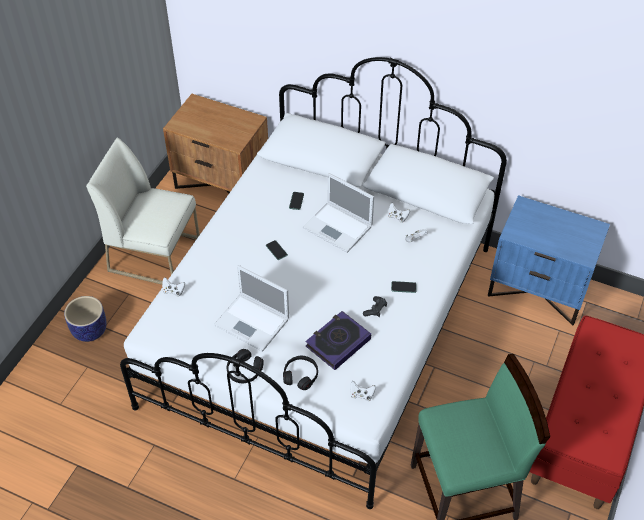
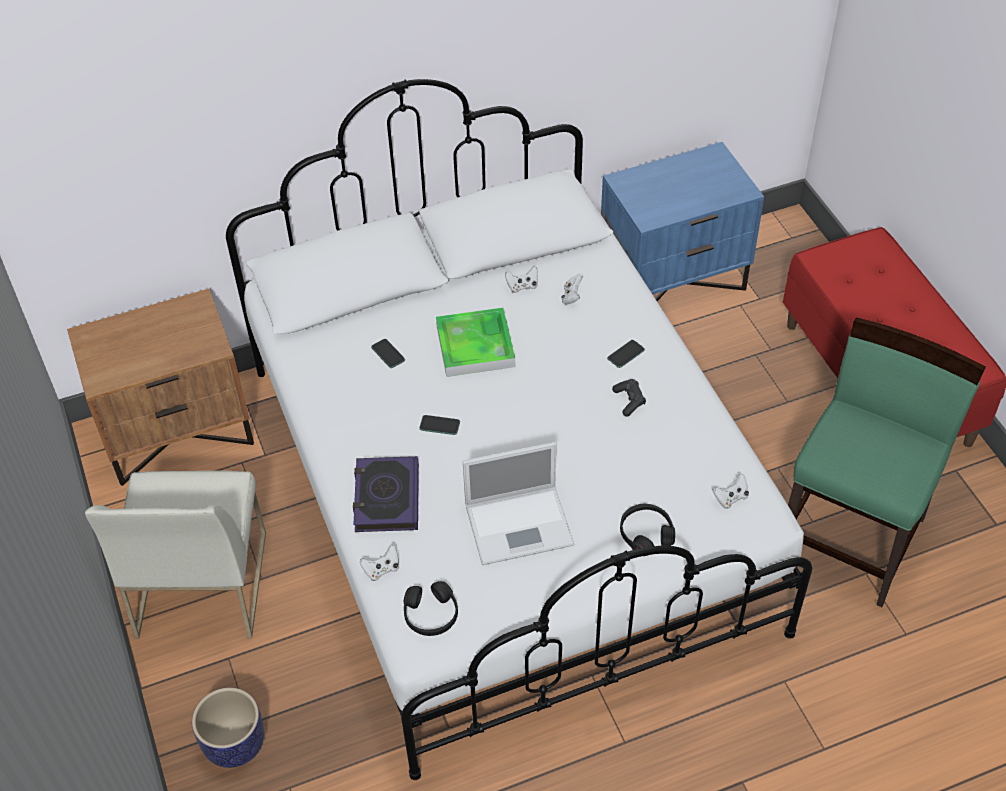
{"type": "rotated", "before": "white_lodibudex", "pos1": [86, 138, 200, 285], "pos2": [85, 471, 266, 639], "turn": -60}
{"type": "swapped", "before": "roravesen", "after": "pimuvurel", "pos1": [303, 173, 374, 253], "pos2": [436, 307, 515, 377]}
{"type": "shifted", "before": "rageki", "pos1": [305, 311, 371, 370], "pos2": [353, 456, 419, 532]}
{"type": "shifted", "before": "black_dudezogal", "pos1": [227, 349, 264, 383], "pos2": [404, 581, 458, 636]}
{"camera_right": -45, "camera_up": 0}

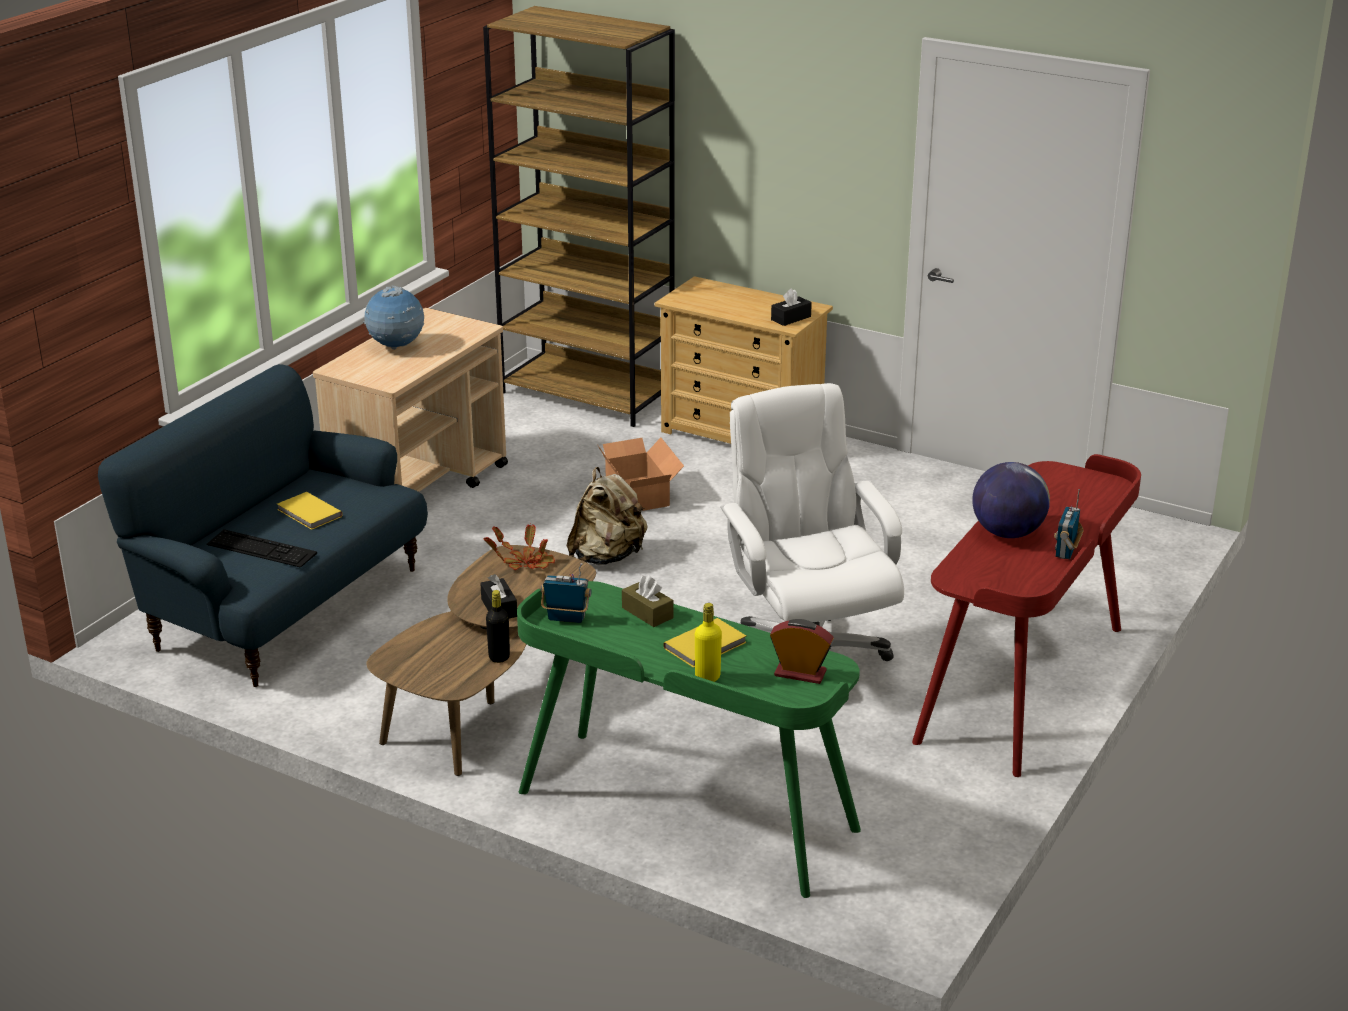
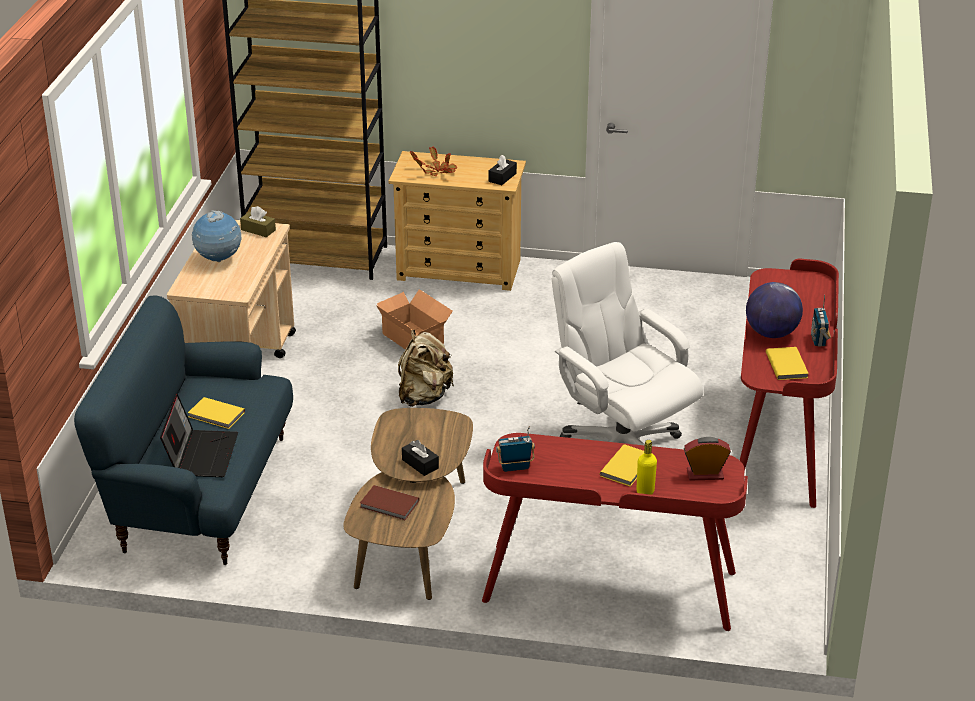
{"type": "shifted", "before": "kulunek", "pos1": [484, 523, 555, 570], "pos2": [410, 146, 457, 176]}
{"type": "swapped", "before": "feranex", "after": "roravesen", "pos1": [207, 529, 317, 568], "pos2": [160, 394, 238, 477]}
{"type": "shifted", "before": "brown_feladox", "pos1": [622, 576, 673, 627], "pos2": [240, 206, 276, 237]}
{"type": "repainted", "before": "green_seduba", "after": "red_seduba", "pos1": [517, 581, 861, 898], "pos2": [482, 433, 748, 631]}
{"type": "gone", "before": "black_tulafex", "pos1": [486, 590, 510, 663]}
{"type": "new", "after": "yellow_rageki", "pos2": [766, 347, 809, 380]}
{"type": "new", "after": "brown_rageki", "pos2": [360, 485, 419, 520]}
{"camera_right": -20, "camera_up": 5}

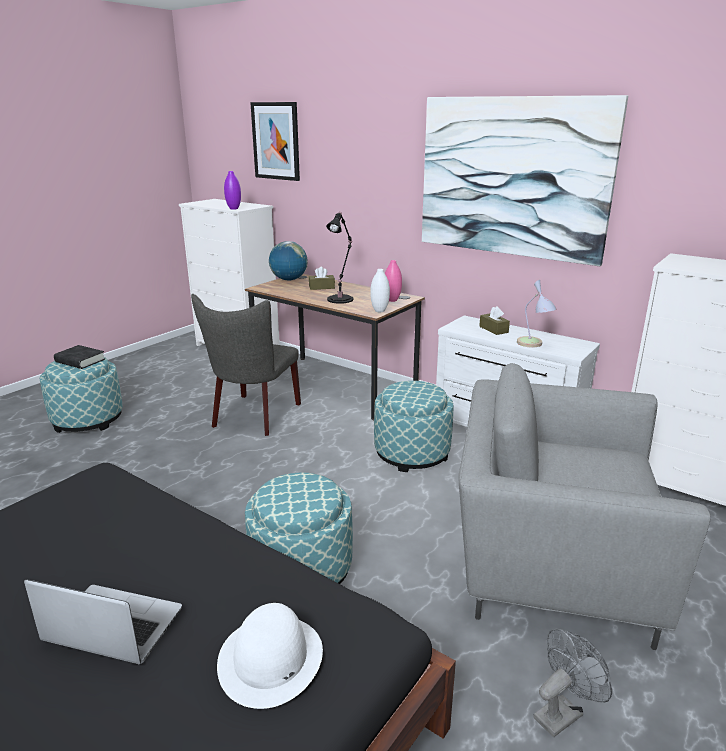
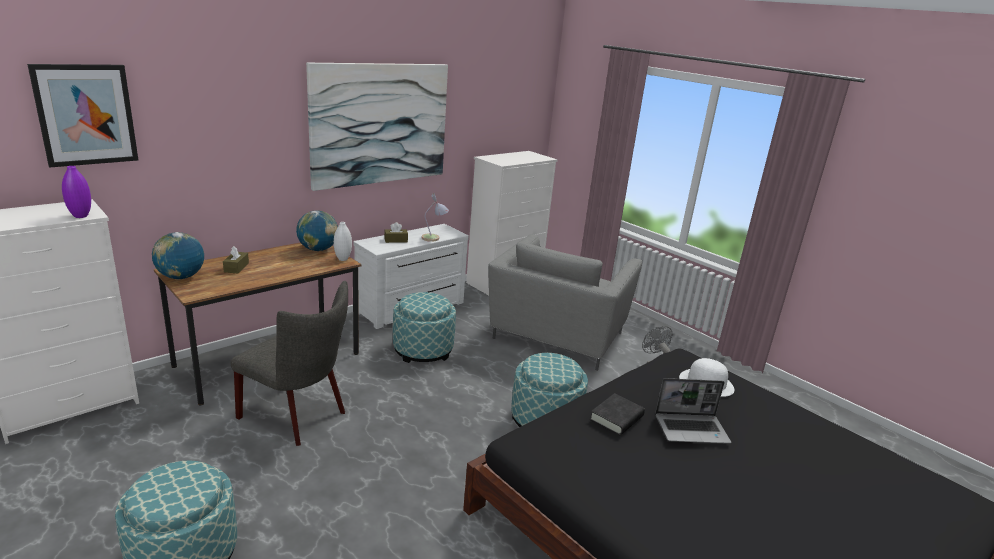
{"type": "gone", "before": "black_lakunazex", "pos1": [326, 212, 353, 304]}
{"type": "swapped", "before": "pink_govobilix", "after": "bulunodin", "pos1": [385, 260, 402, 302], "pos2": [296, 211, 338, 251]}
{"type": "shifted", "before": "black_rageki", "pos1": [54, 345, 105, 369], "pos2": [590, 393, 645, 435]}
{"type": "rotated", "before": "roravesen", "pos1": [24, 579, 182, 664], "pos2": [655, 378, 731, 444], "turn": -120}
{"camera_right": -80, "camera_up": 0}

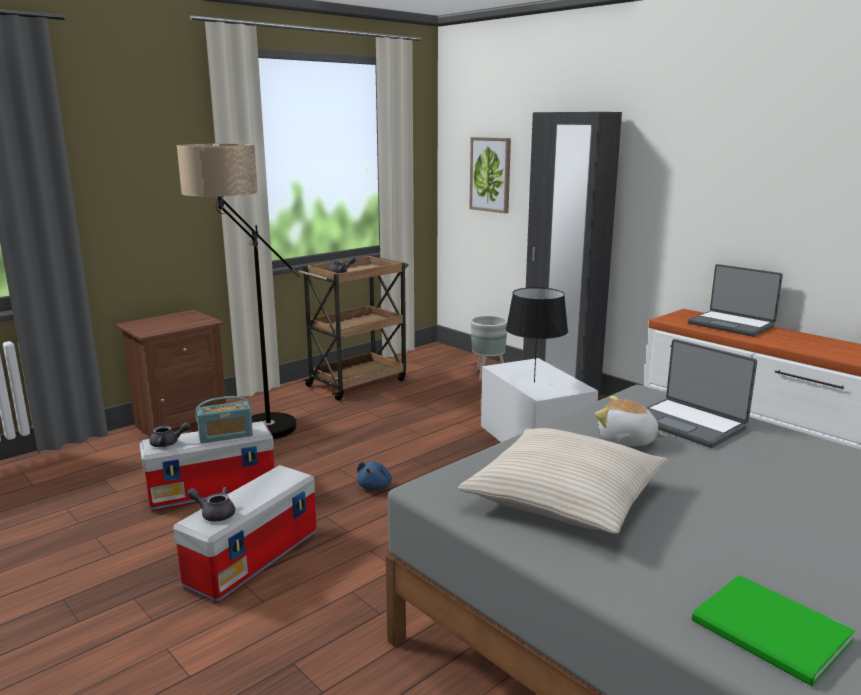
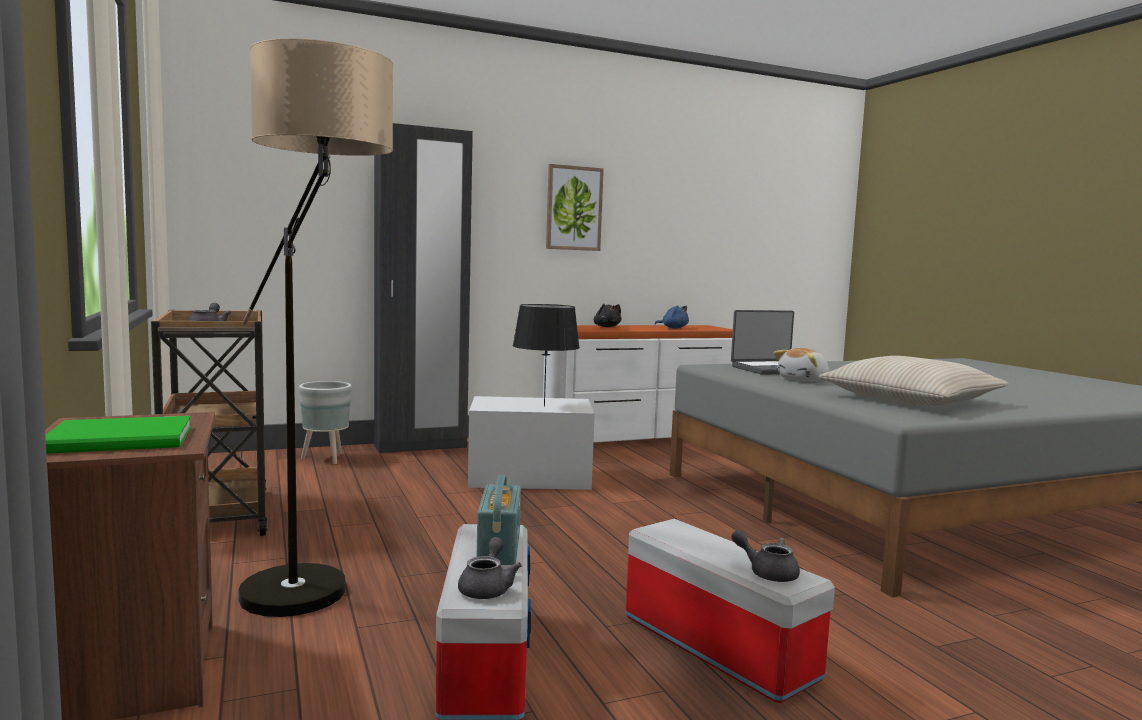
{"type": "shifted", "before": "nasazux", "pos1": [469, 137, 511, 214], "pos2": [546, 164, 604, 251]}
{"type": "swapped", "before": "roravesen", "after": "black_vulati", "pos1": [688, 264, 783, 337], "pos2": [594, 304, 621, 327]}
{"type": "shifted", "before": "blue_vulati", "pos1": [357, 461, 392, 490], "pos2": [655, 305, 689, 329]}
{"type": "rotated", "before": "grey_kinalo", "pos1": [187, 487, 235, 522], "pos2": [731, 530, 800, 582], "turn": 90}
{"type": "shifted", "before": "green_rageki", "pos1": [692, 575, 855, 686], "pos2": [45, 416, 191, 454]}
{"camera_right": -70, "camera_up": -10}

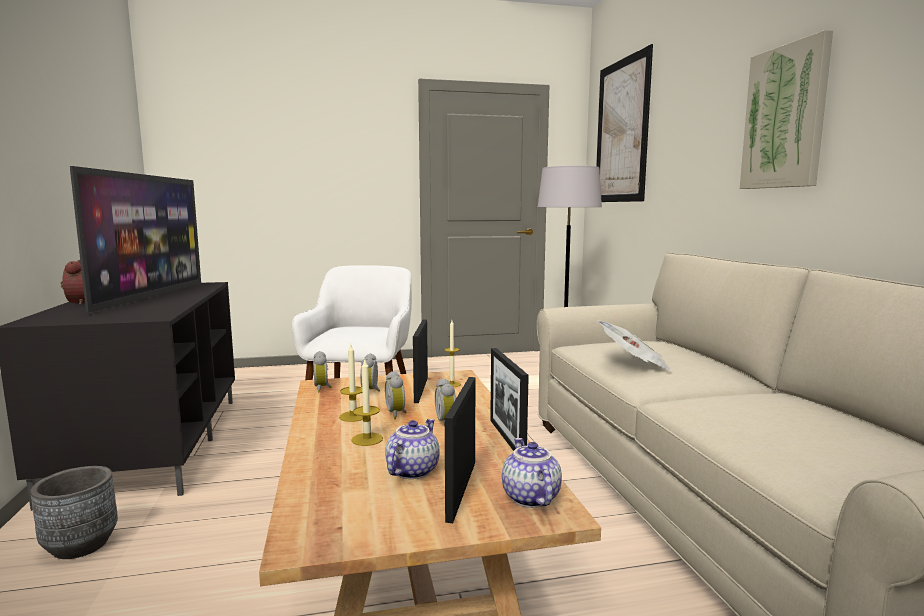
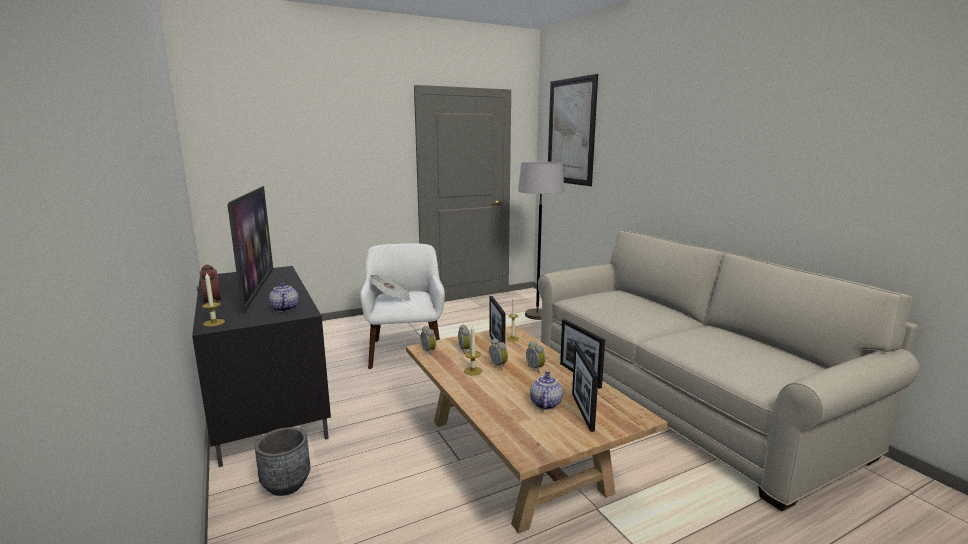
{"type": "gone", "before": "nasazux", "pos1": [740, 30, 833, 189]}
{"type": "shifted", "before": "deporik", "pos1": [597, 320, 672, 371], "pos2": [370, 275, 411, 301]}
{"type": "shifted", "before": "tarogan", "pos1": [351, 360, 383, 446], "pos2": [202, 272, 225, 327]}
{"type": "shifted", "before": "kinalo", "pos1": [502, 438, 562, 508], "pos2": [269, 283, 298, 312]}
{"camera_right": -15, "camera_up": 5}

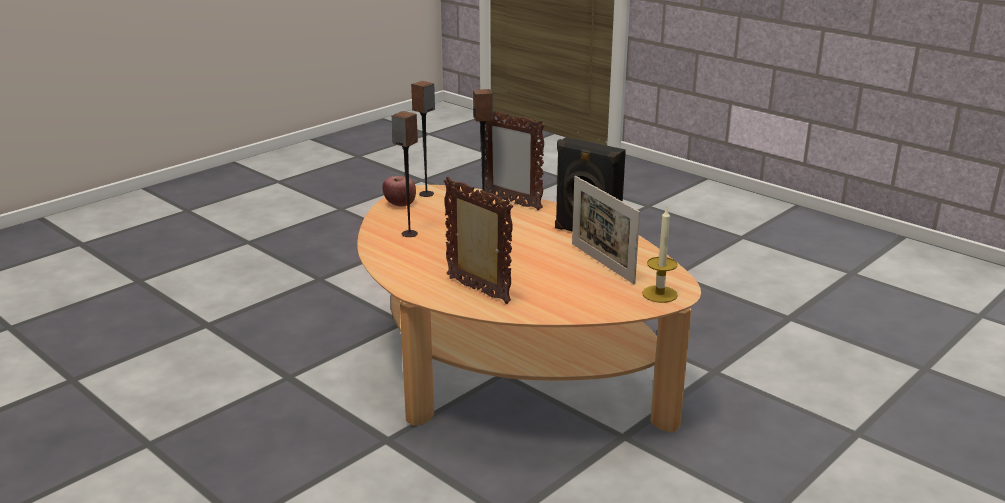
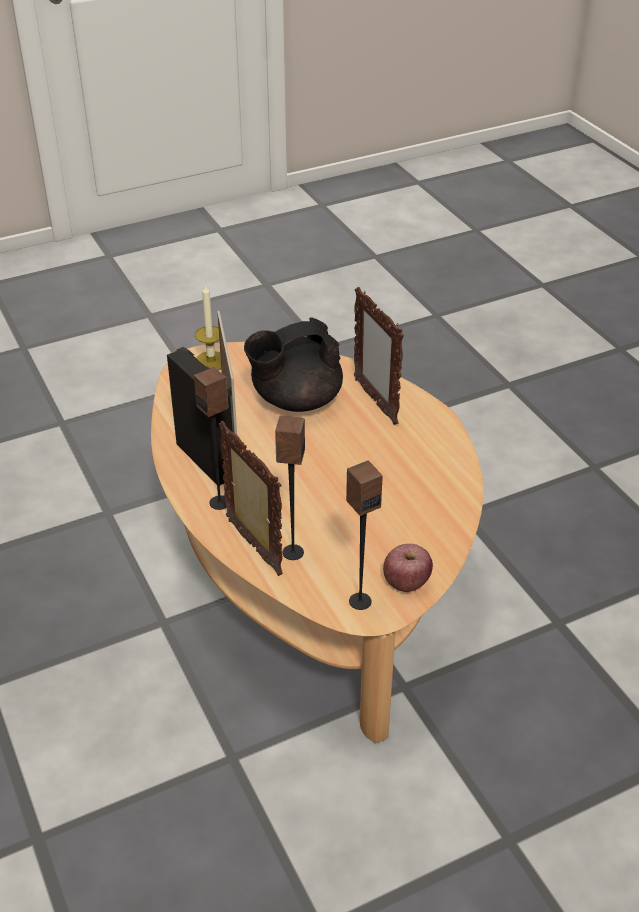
{"type": "shifted", "before": "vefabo", "pos1": [392, 111, 418, 237], "pos2": [194, 367, 229, 510]}
{"type": "new", "after": "black_kinalo", "pos2": [244, 317, 343, 412]}
{"camera_right": -160, "camera_up": 15}

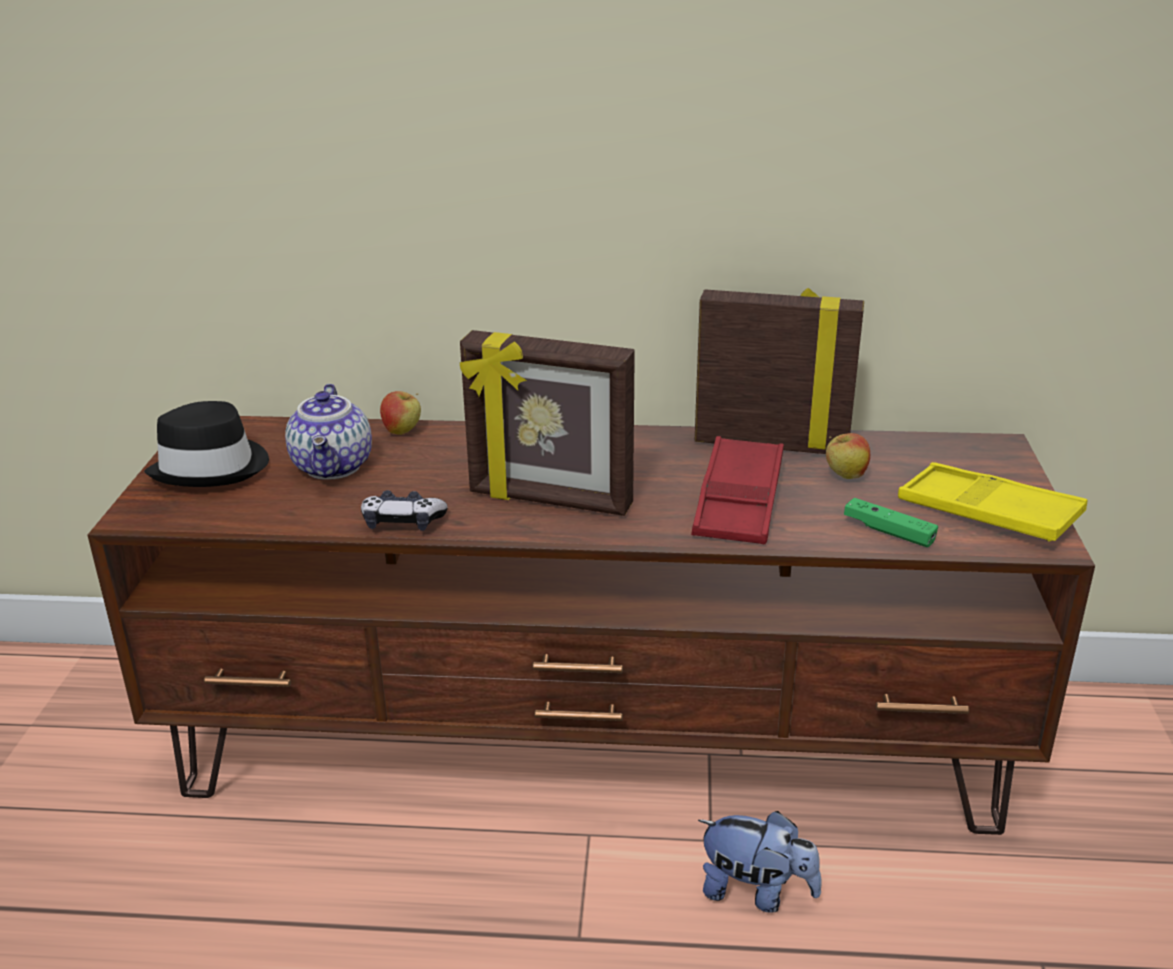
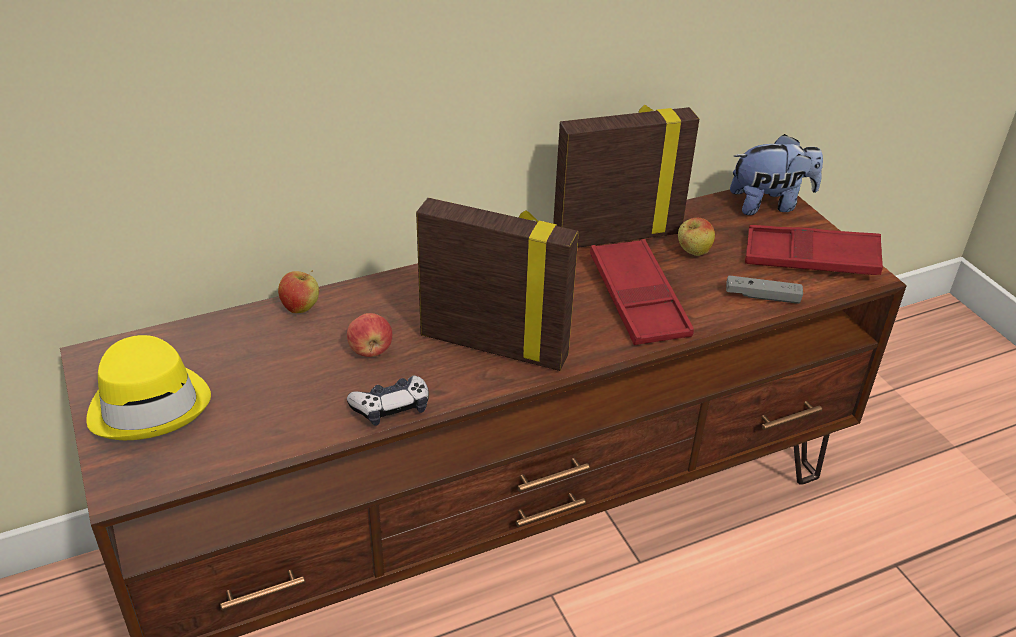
{"type": "rotated", "before": "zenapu", "pos1": [460, 330, 635, 516], "pos2": [416, 198, 579, 371], "turn": -150}
{"type": "gone", "before": "kinalo", "pos1": [285, 384, 372, 480]}
{"type": "repainted", "before": "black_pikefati", "after": "yellow_pikefati", "pos1": [144, 401, 269, 487], "pos2": [86, 335, 211, 440]}
{"type": "repainted", "before": "yellow_pimuvurel", "after": "red_pimuvurel", "pos1": [898, 462, 1087, 541], "pos2": [745, 225, 883, 275]}
{"type": "repainted", "before": "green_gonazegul", "after": "grey_gonazegul", "pos1": [844, 498, 938, 547], "pos2": [726, 275, 803, 304]}
{"type": "shifted", "before": "vulati", "pos1": [698, 811, 822, 913], "pos2": [730, 134, 823, 215]}
{"type": "new", "after": "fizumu", "pos2": [347, 313, 393, 357]}
{"camera_right": -30, "camera_up": 10}

